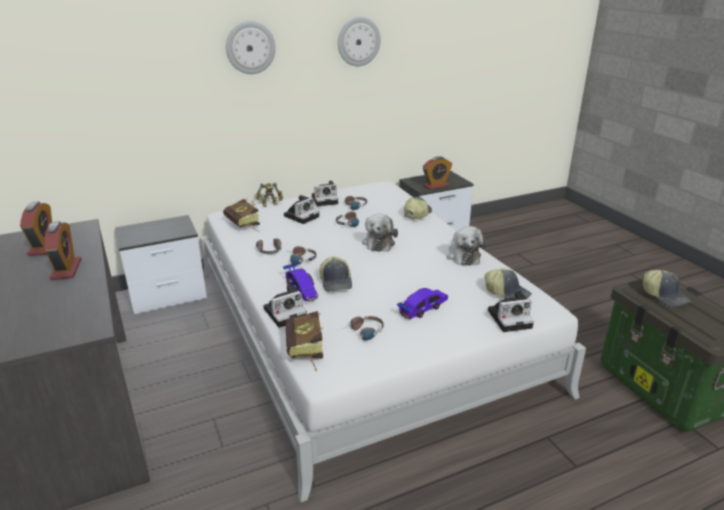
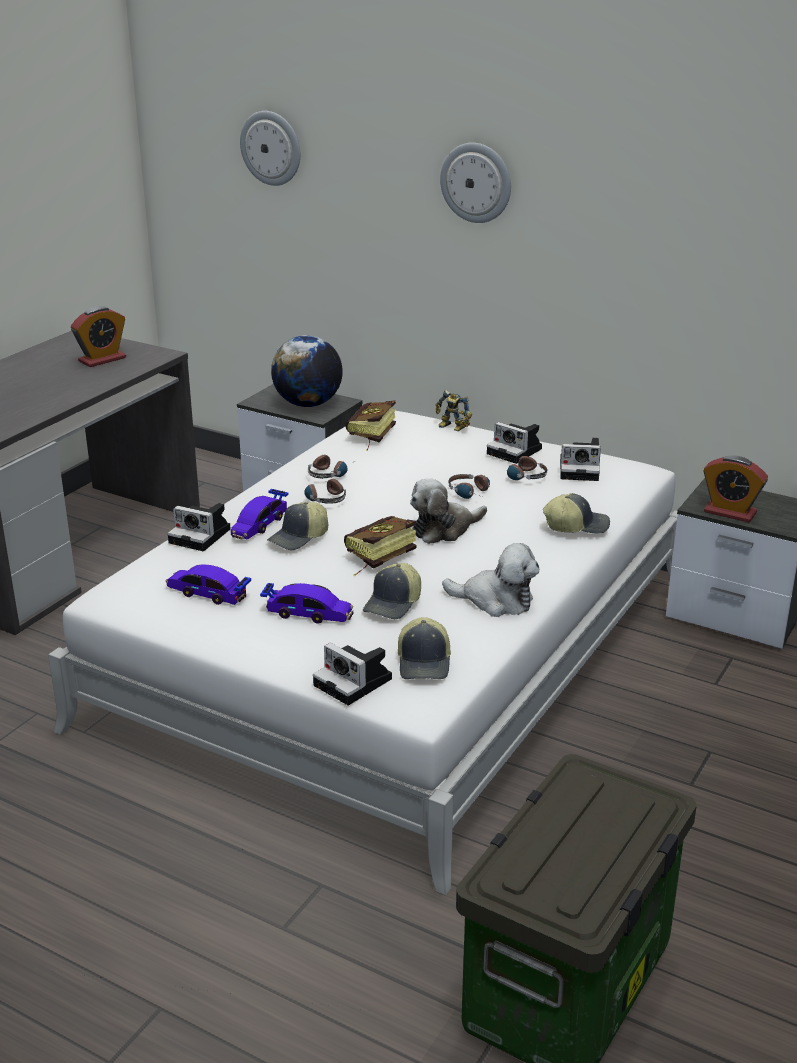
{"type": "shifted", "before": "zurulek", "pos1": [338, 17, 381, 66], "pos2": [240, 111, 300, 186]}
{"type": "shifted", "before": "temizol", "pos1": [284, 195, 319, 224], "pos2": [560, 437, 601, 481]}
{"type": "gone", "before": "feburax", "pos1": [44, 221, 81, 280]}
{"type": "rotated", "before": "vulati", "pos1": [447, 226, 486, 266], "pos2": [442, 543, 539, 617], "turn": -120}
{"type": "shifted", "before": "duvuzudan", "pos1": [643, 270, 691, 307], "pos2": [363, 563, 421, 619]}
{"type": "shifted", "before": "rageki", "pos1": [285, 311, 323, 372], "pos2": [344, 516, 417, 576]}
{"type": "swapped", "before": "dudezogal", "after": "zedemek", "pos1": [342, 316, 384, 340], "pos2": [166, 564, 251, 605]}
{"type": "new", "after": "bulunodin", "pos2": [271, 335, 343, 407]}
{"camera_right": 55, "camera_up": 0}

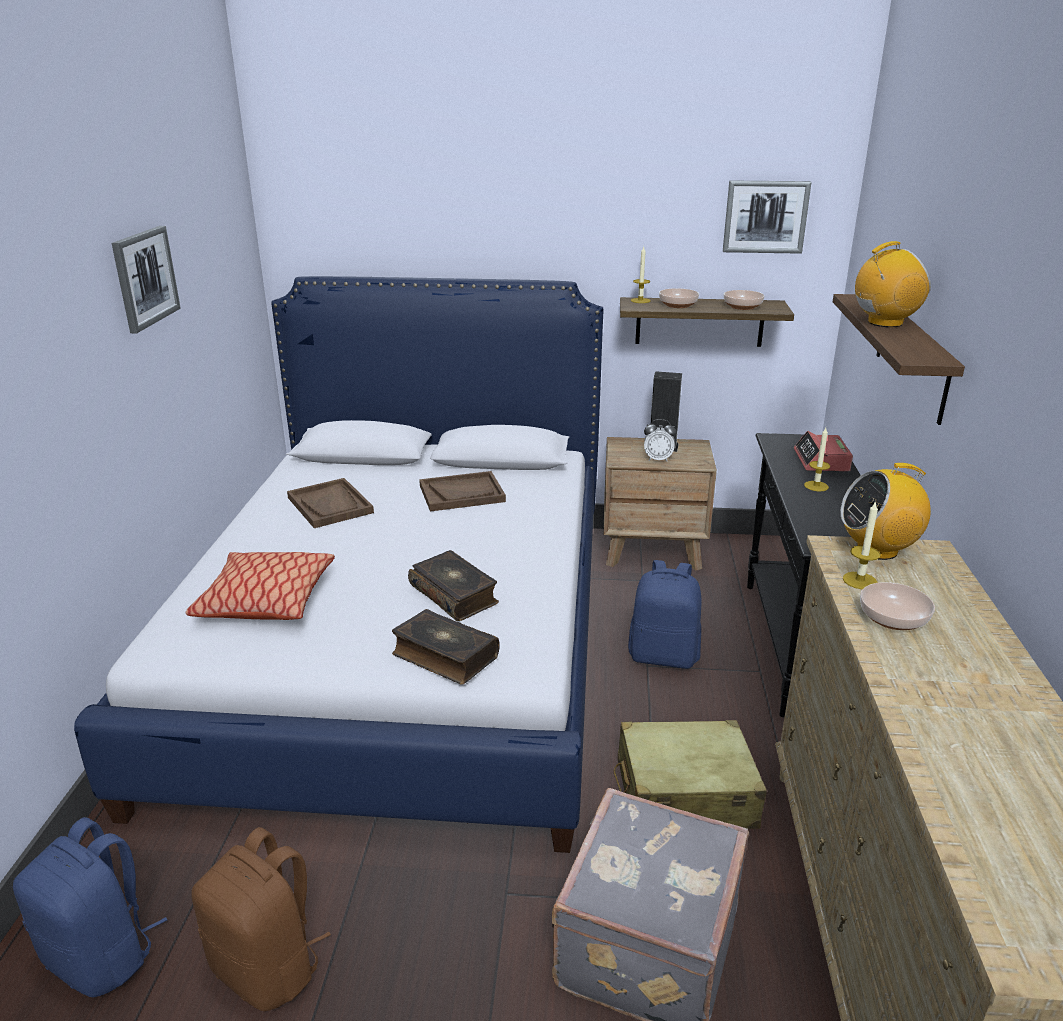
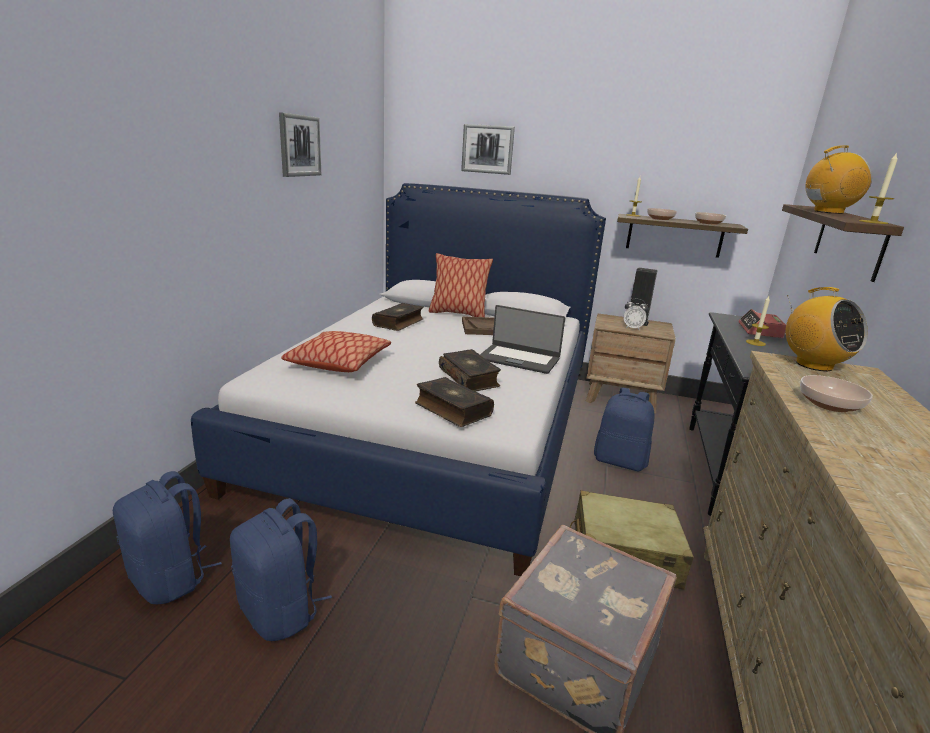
{"type": "shifted", "before": "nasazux", "pos1": [723, 181, 811, 254], "pos2": [461, 124, 515, 175]}
{"type": "rotated", "before": "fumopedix", "pos1": [841, 463, 931, 560], "pos2": [785, 287, 868, 371], "turn": -120}
{"type": "swapped", "before": "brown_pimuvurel", "after": "rageki", "pos1": [287, 478, 374, 528], "pos2": [372, 303, 424, 331]}
{"type": "shifted", "before": "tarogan", "pos1": [843, 501, 881, 589], "pos2": [859, 152, 898, 224]}
{"type": "repainted", "before": "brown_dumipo", "after": "blue_dumipo", "pos1": [191, 827, 331, 1011], "pos2": [230, 498, 332, 641]}
{"type": "new", "after": "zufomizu", "pos2": [428, 253, 493, 317]}
{"type": "new", "after": "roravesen", "pos2": [480, 305, 565, 374]}
{"camera_right": 10, "camera_up": -5}

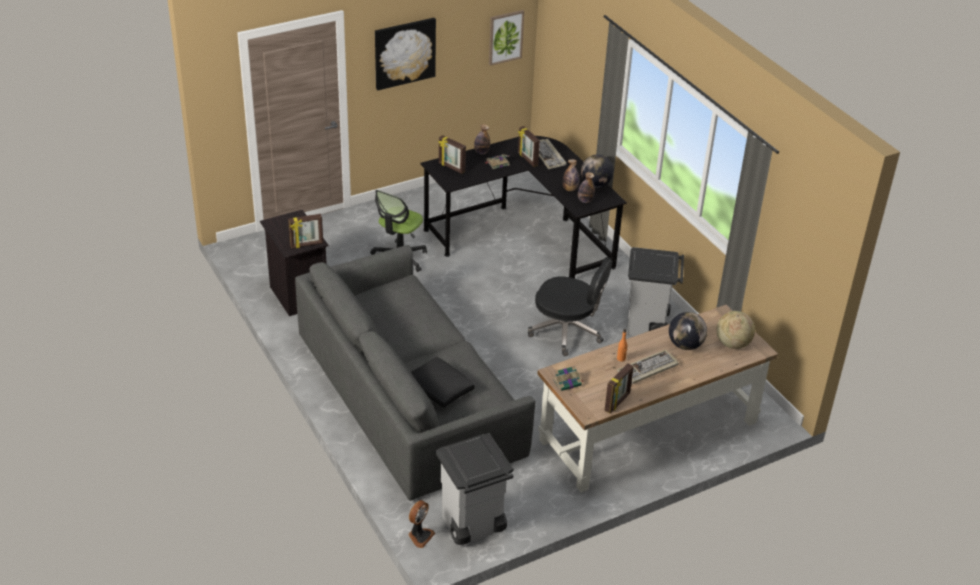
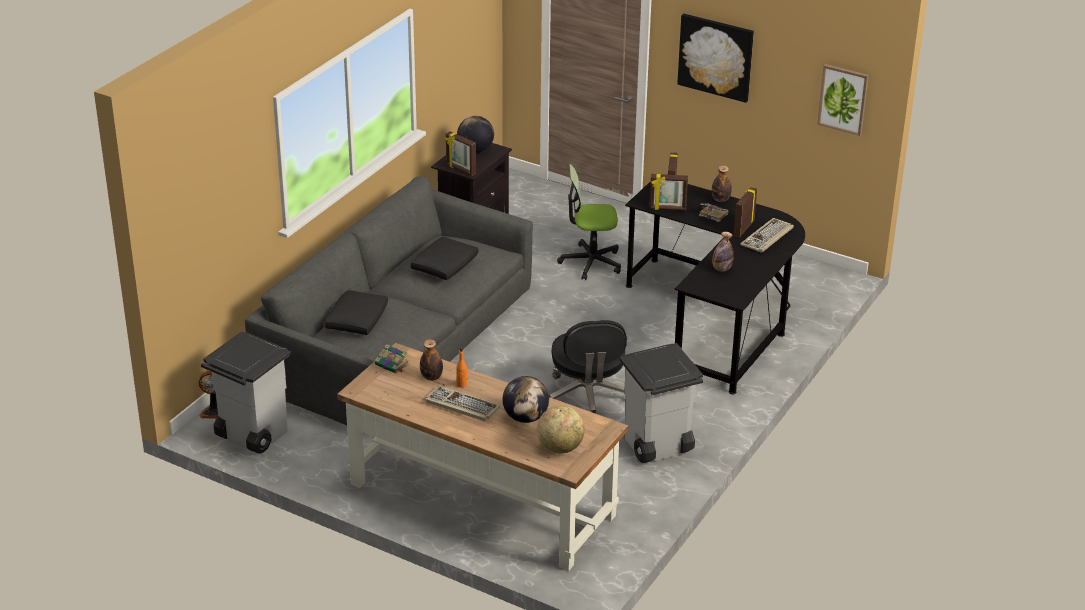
{"type": "shifted", "before": "bulunodin", "pos1": [581, 155, 614, 187], "pos2": [457, 116, 494, 153]}
{"type": "shifted", "before": "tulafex", "pos1": [578, 172, 595, 203], "pos2": [420, 339, 443, 381]}
{"type": "shifted", "before": "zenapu", "pos1": [604, 363, 634, 413], "pos2": [649, 174, 688, 211]}
{"type": "new", "after": "black_zufomizu", "pos2": [410, 237, 478, 280]}
{"camera_right": 60, "camera_up": -5}

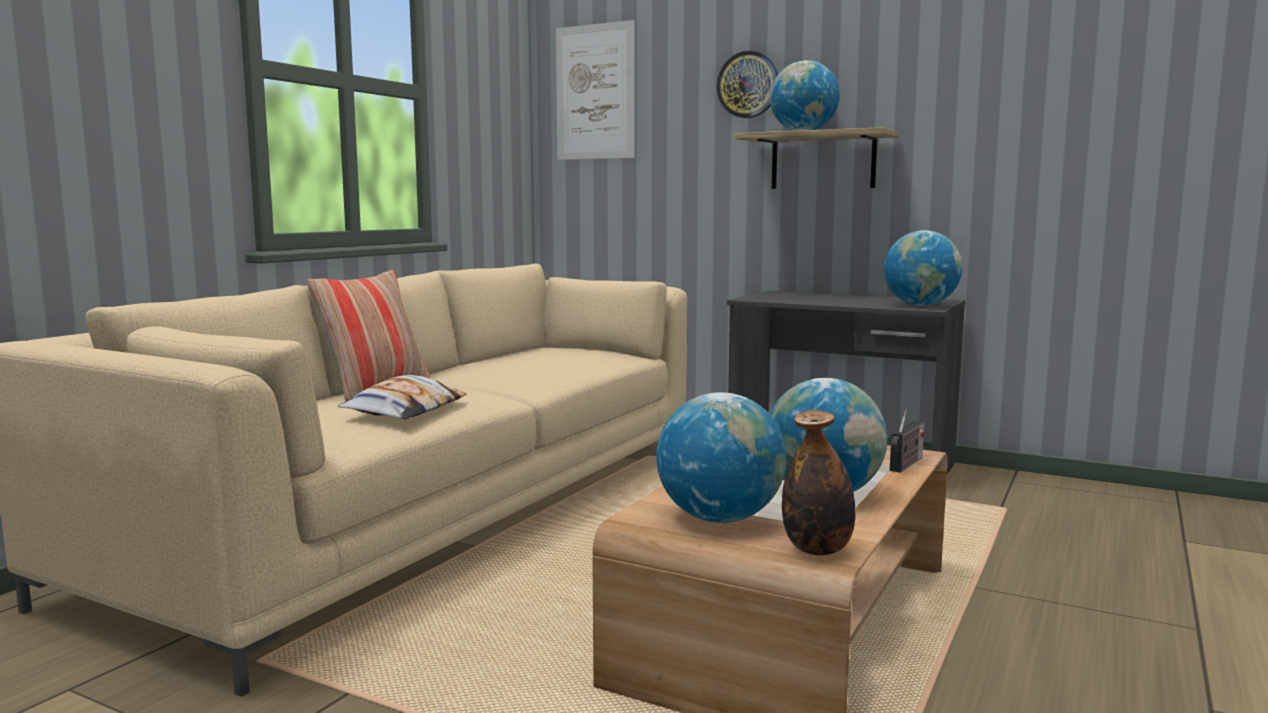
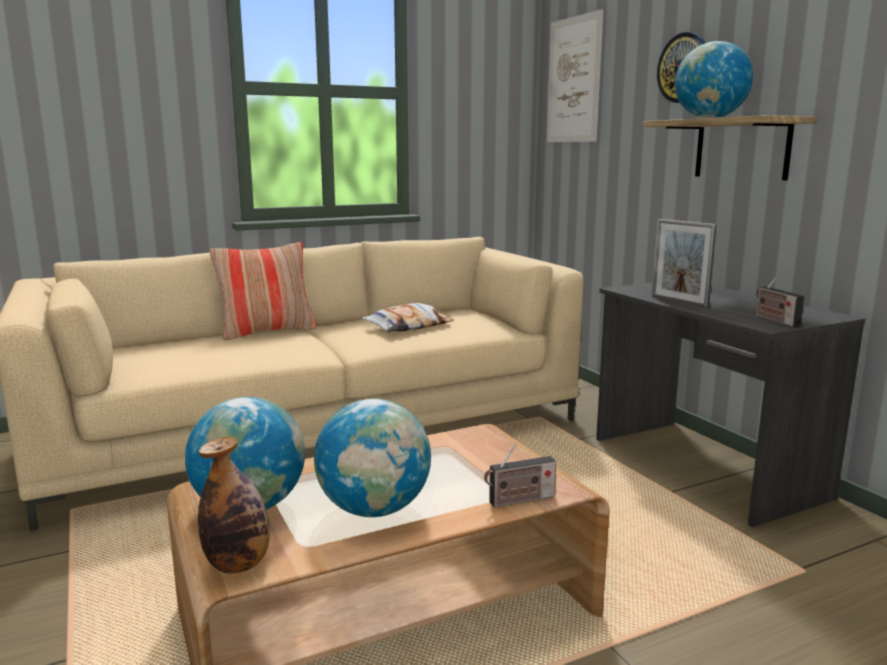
{"type": "swapped", "before": "bulunodin", "after": "fumopedix", "pos1": [884, 230, 963, 306], "pos2": [756, 274, 804, 327]}
{"type": "shifted", "before": "zufomizu", "pos1": [338, 375, 467, 420], "pos2": [361, 303, 454, 332]}
{"type": "new", "after": "zenapu", "pos2": [651, 219, 717, 308]}
{"camera_right": 35, "camera_up": 5}

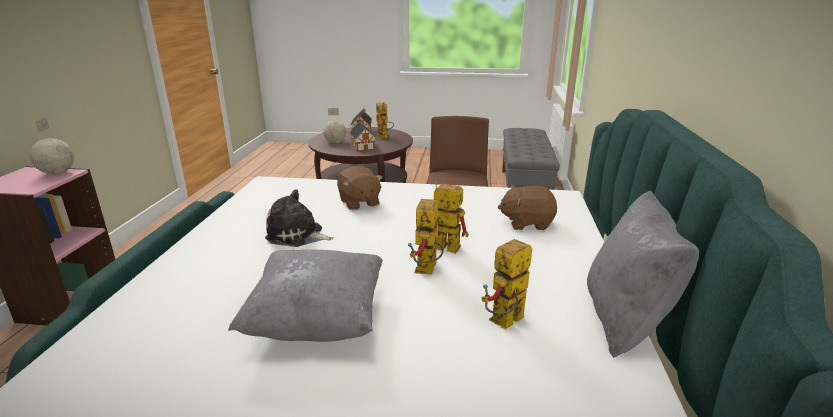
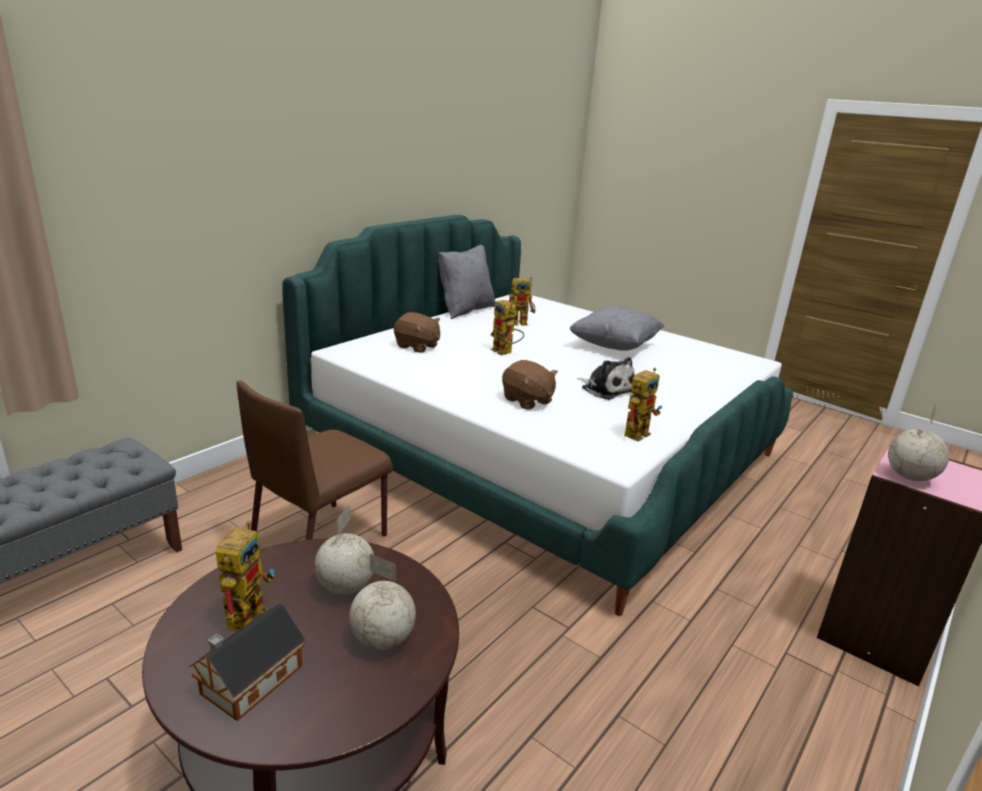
{"type": "swapped", "before": "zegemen", "after": "bulunodin", "pos1": [350, 120, 376, 152], "pos2": [314, 504, 374, 595]}
{"type": "rotated", "before": "brown_vulati", "pos1": [337, 166, 383, 210], "pos2": [502, 360, 558, 410], "turn": 135}
{"type": "shifted", "before": "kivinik", "pos1": [408, 199, 444, 275], "pos2": [624, 368, 662, 442]}
{"camera_right": -150, "camera_up": 0}

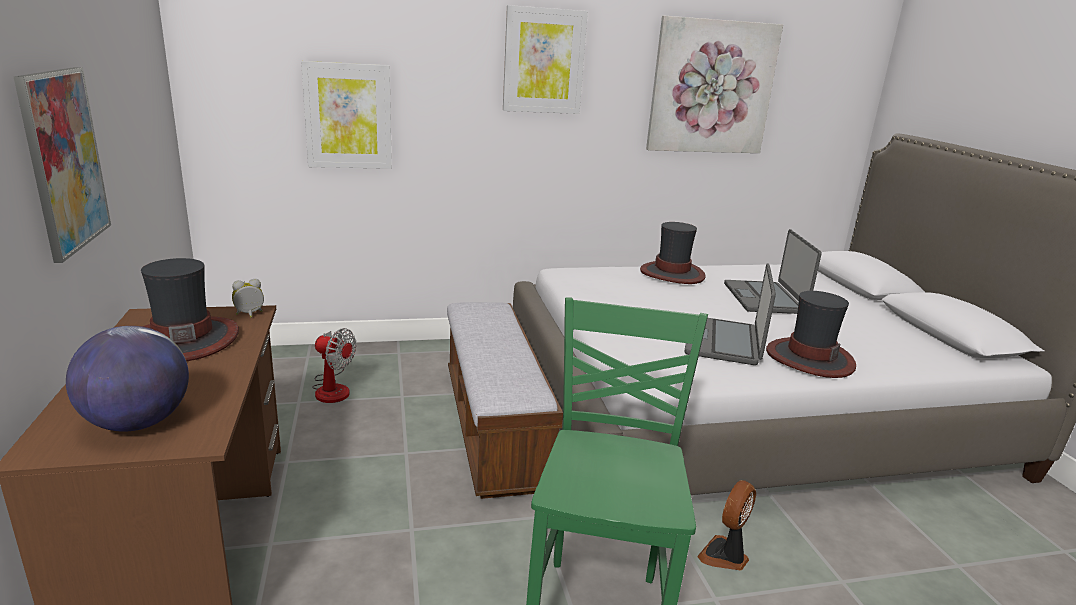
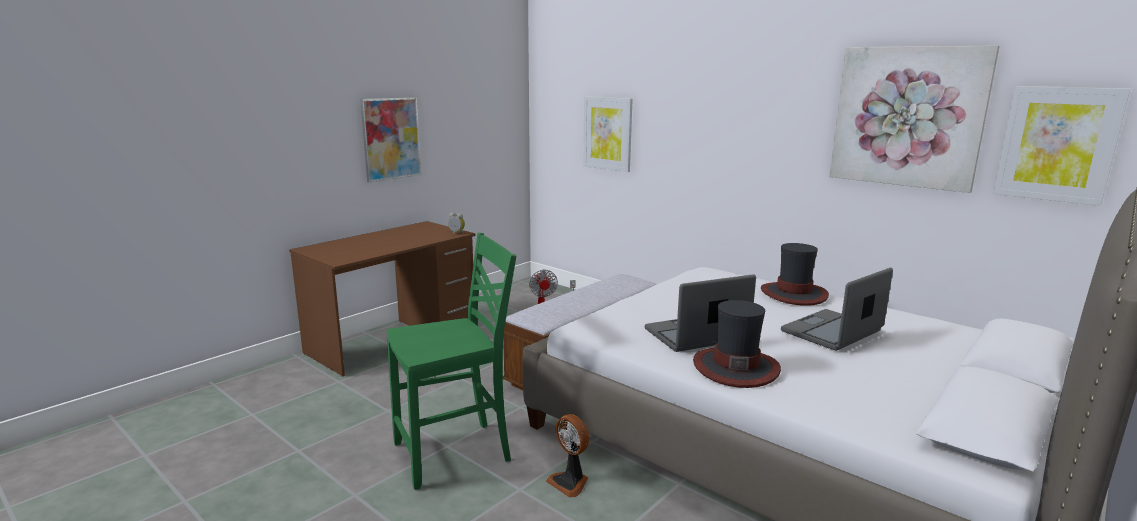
{"type": "shifted", "before": "nasazux", "pos1": [503, 5, 588, 114], "pos2": [993, 86, 1131, 206]}
{"type": "gone", "before": "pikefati", "pos1": [141, 258, 239, 361]}
{"type": "gone", "before": "bulunodin", "pos1": [66, 326, 189, 432]}
{"type": "rotated", "before": "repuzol", "pos1": [697, 480, 756, 571], "pos2": [546, 414, 590, 498], "turn": -135}
{"camera_right": 55, "camera_up": -5}

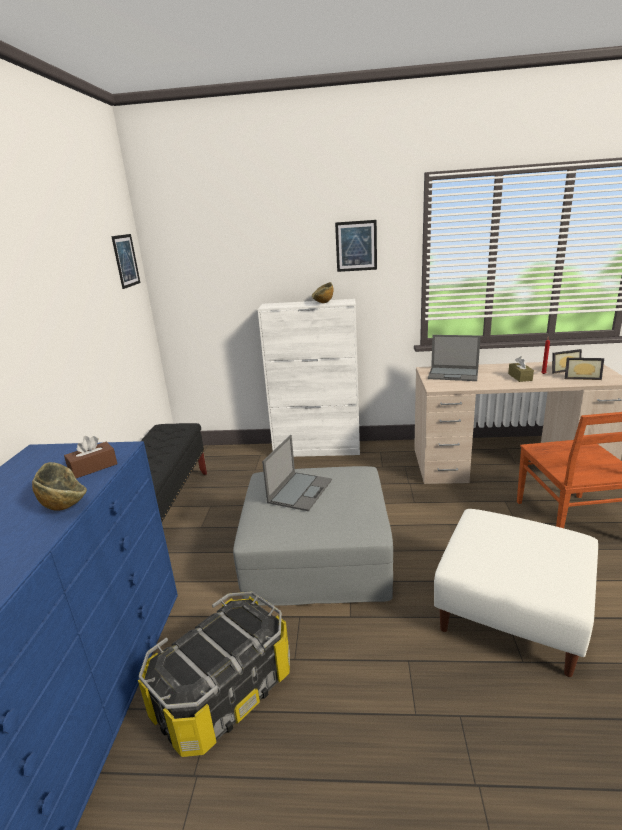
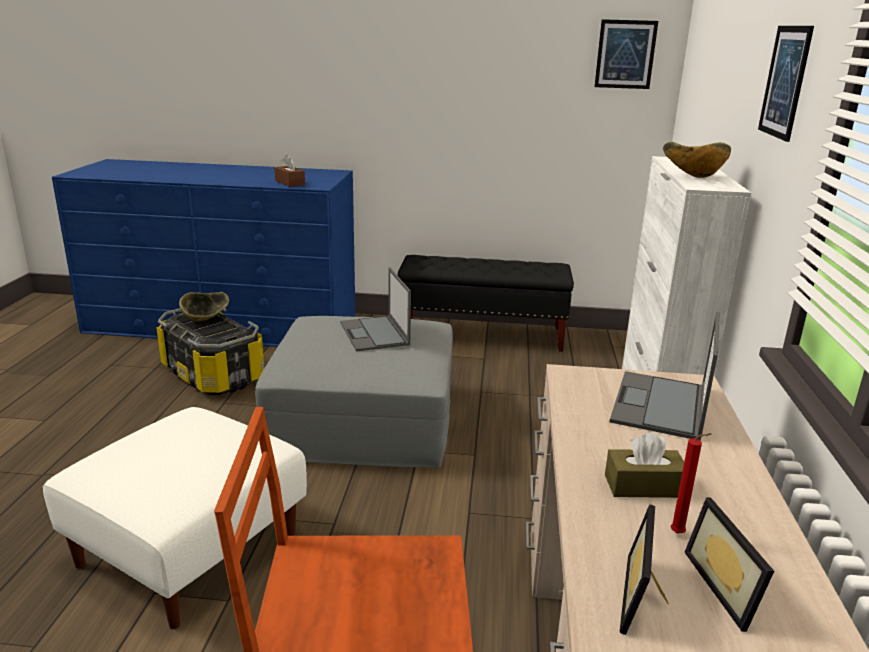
{"type": "rotated", "before": "roravesen", "pos1": [262, 435, 332, 511], "pos2": [340, 267, 411, 351], "turn": 45}
{"type": "shifted", "before": "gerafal", "pos1": [32, 462, 87, 511], "pos2": [179, 292, 229, 321]}
{"camera_right": 90, "camera_up": 0}

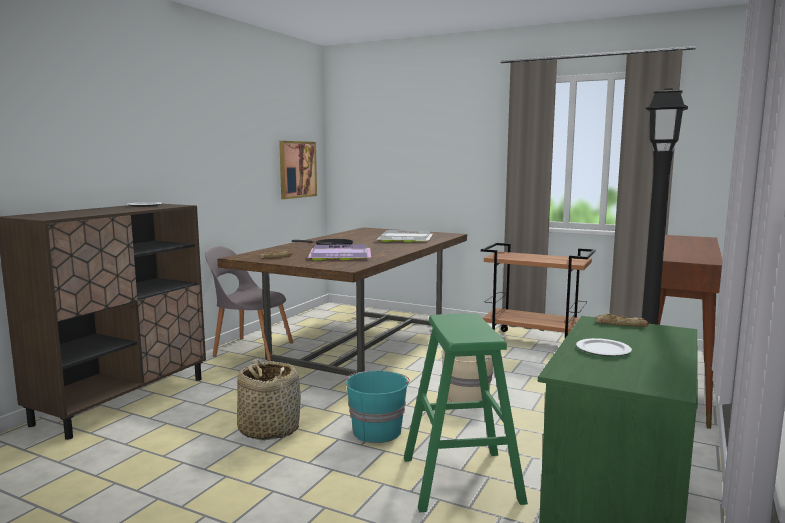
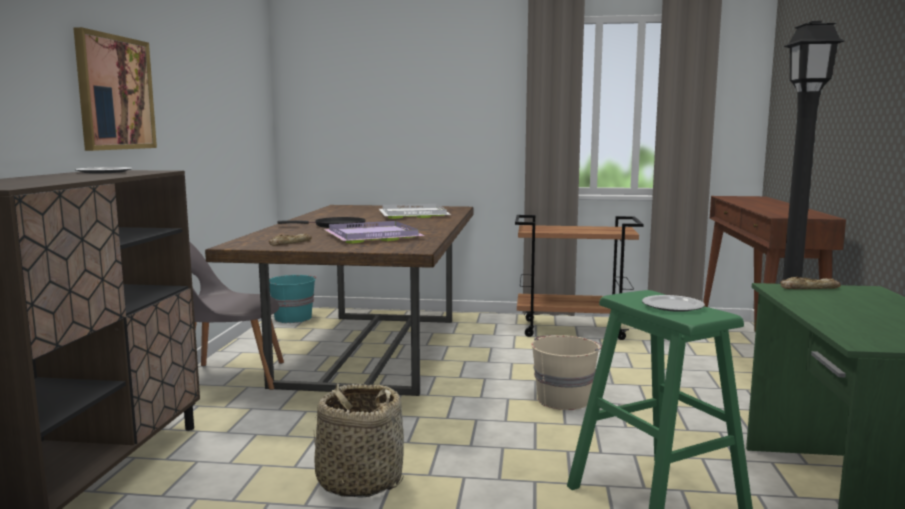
{"type": "shifted", "before": "nasazux", "pos1": [279, 141, 317, 199], "pos2": [73, 27, 157, 151]}
{"type": "shifted", "before": "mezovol", "pos1": [576, 338, 632, 356], "pos2": [642, 295, 705, 312]}
{"type": "shifted", "before": "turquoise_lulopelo", "pos1": [346, 371, 410, 443], "pos2": [269, 275, 316, 323]}
{"camera_right": -20, "camera_up": 0}

